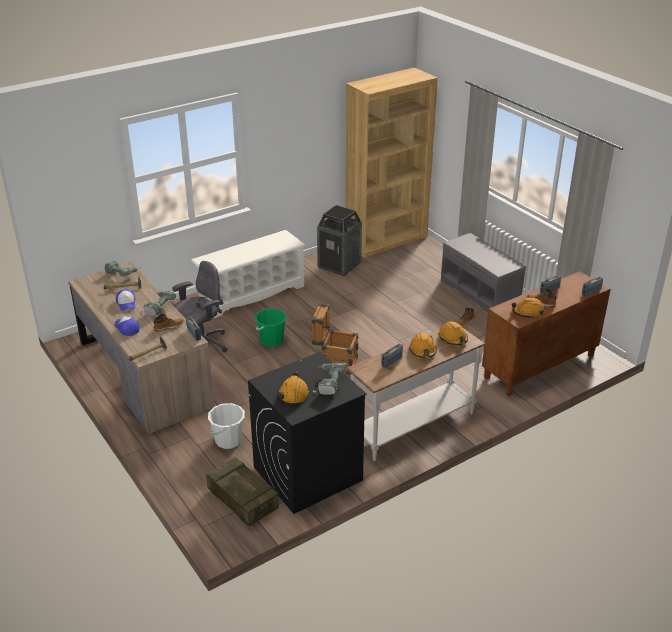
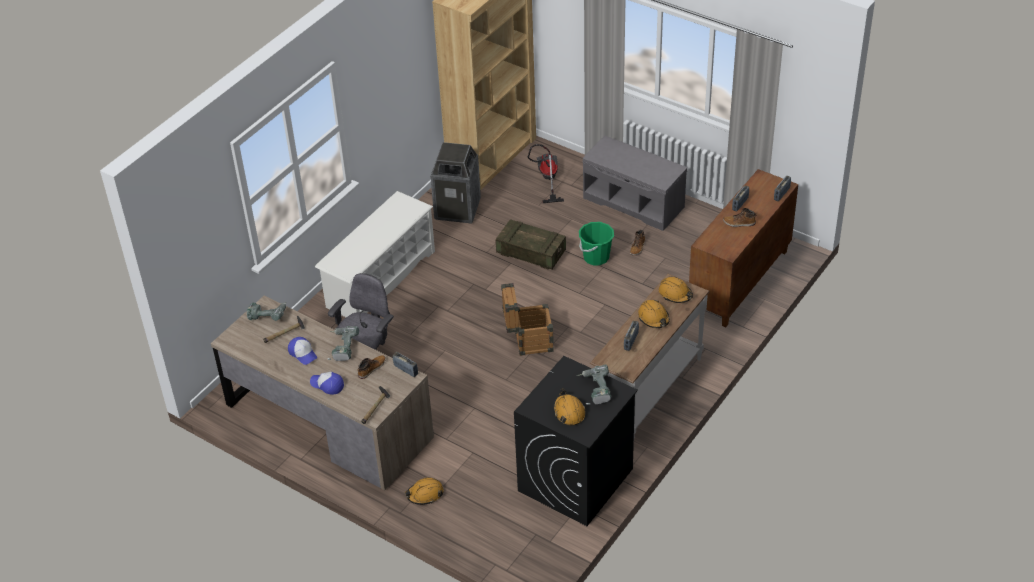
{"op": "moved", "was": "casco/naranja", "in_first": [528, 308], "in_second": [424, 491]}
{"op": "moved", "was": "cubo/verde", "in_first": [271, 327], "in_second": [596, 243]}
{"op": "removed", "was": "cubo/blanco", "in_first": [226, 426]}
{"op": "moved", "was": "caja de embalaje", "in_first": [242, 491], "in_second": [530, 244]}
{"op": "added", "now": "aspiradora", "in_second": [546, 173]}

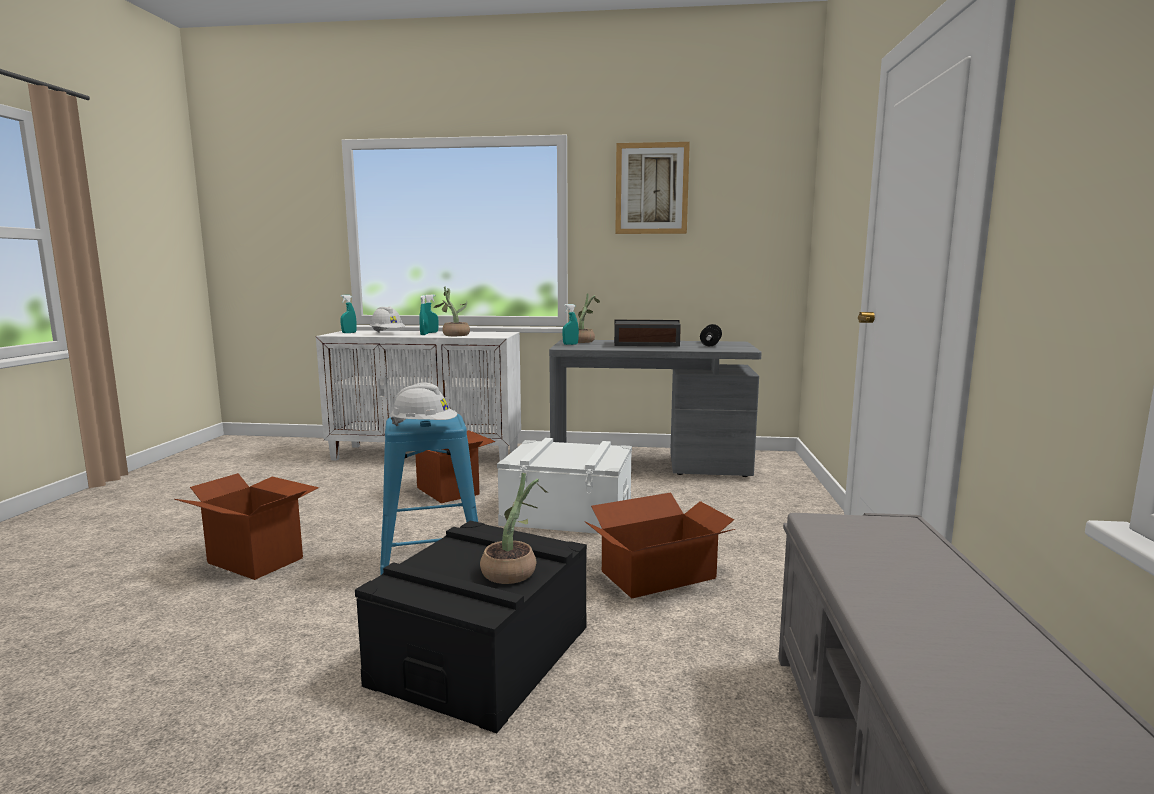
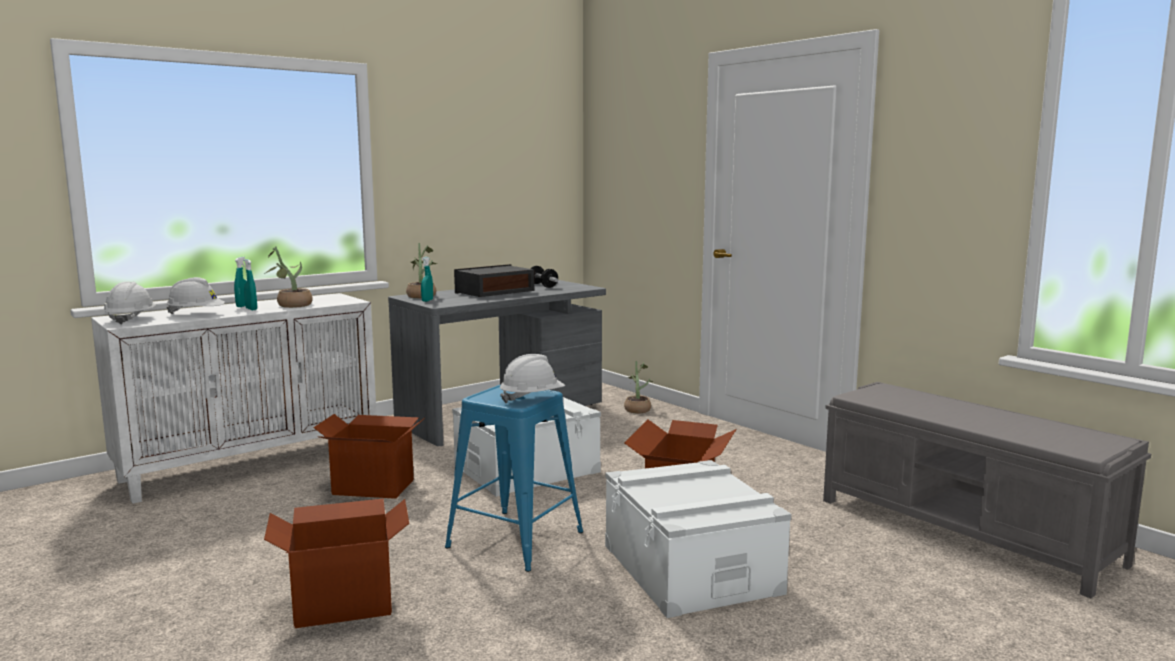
{"op": "removed", "was": "cuadro", "in_first": [652, 188]}
{"op": "replaced", "was": "pulverizador/turquesa", "now": "casco/blanco", "in_first": [348, 314], "in_second": [129, 303]}
{"op": "moved", "was": "planta en maceta", "in_first": [514, 528], "in_second": [639, 387]}
{"op": "recoloured", "was": "caja de almacenaje/negro", "now": "caja de almacenaje/blanco", "in_first": [471, 627], "in_second": [698, 539]}

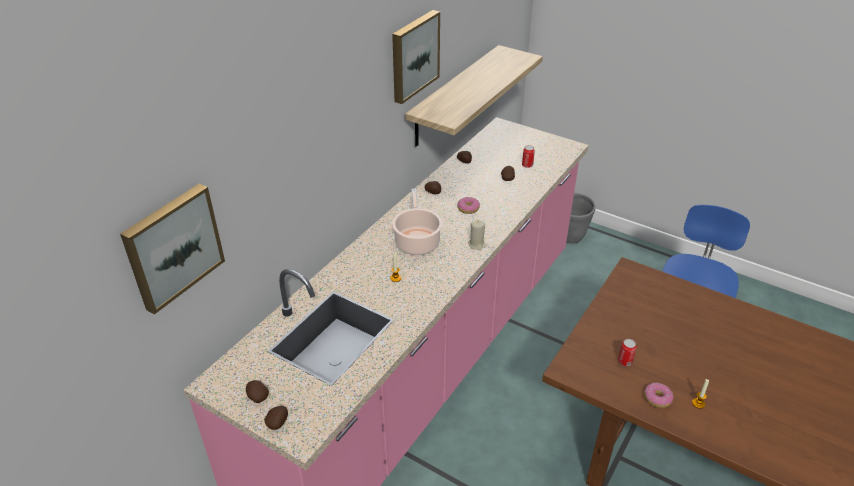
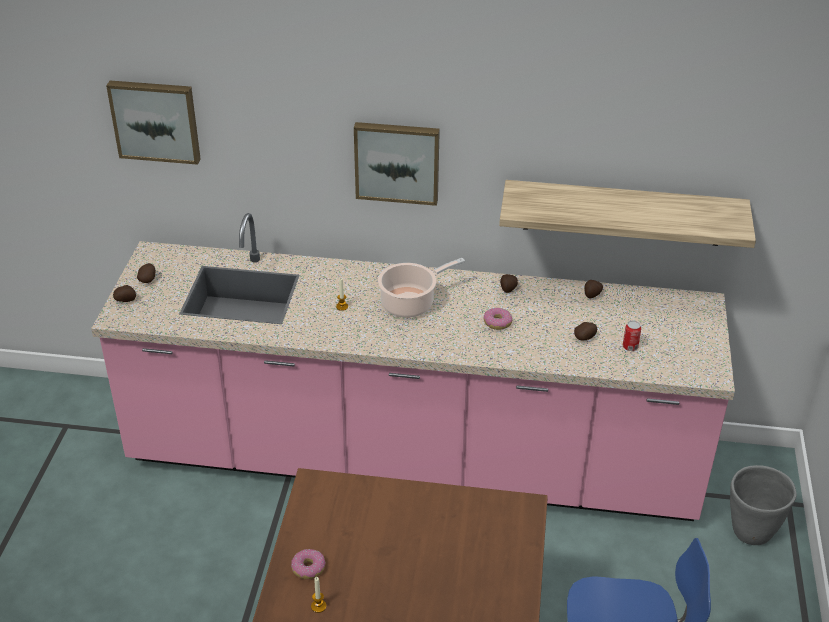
{"op": "moved", "was": "cuadro", "in_first": [416, 57], "in_second": [397, 164]}
{"op": "removed", "was": "vela/beis", "in_first": [477, 235]}
{"op": "removed", "was": "lata", "in_first": [627, 352]}

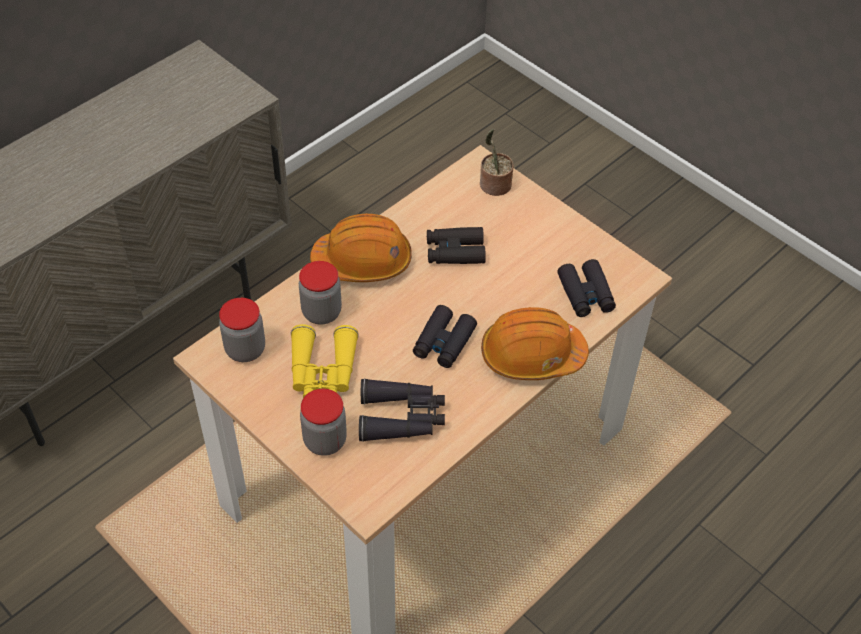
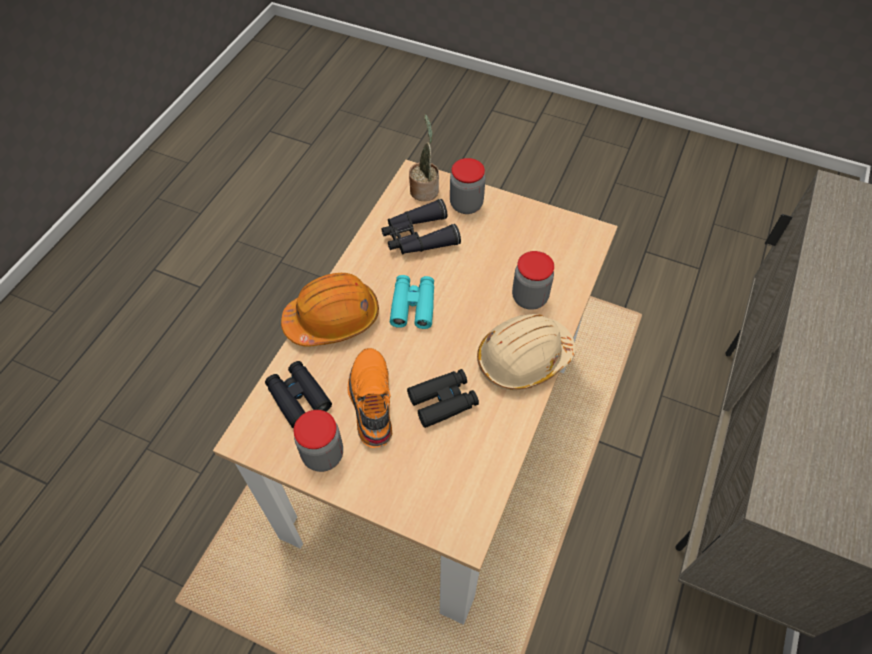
{"op": "moved", "was": "planta en maceta", "in_first": [497, 162], "in_second": [424, 157]}
{"op": "recoloured", "was": "casco/naranja", "now": "casco/beis", "in_first": [361, 248], "in_second": [526, 352]}
{"op": "moved", "was": "tarro", "in_first": [242, 330], "in_second": [318, 441]}
{"op": "recoloured", "was": "prismáticos/negro", "now": "prismáticos/turquesa", "in_first": [445, 336], "in_second": [412, 302]}
{"op": "removed", "was": "prismáticos/amarillo", "in_first": [325, 361]}
{"op": "added", "now": "zapato/naranja", "in_second": [370, 398]}

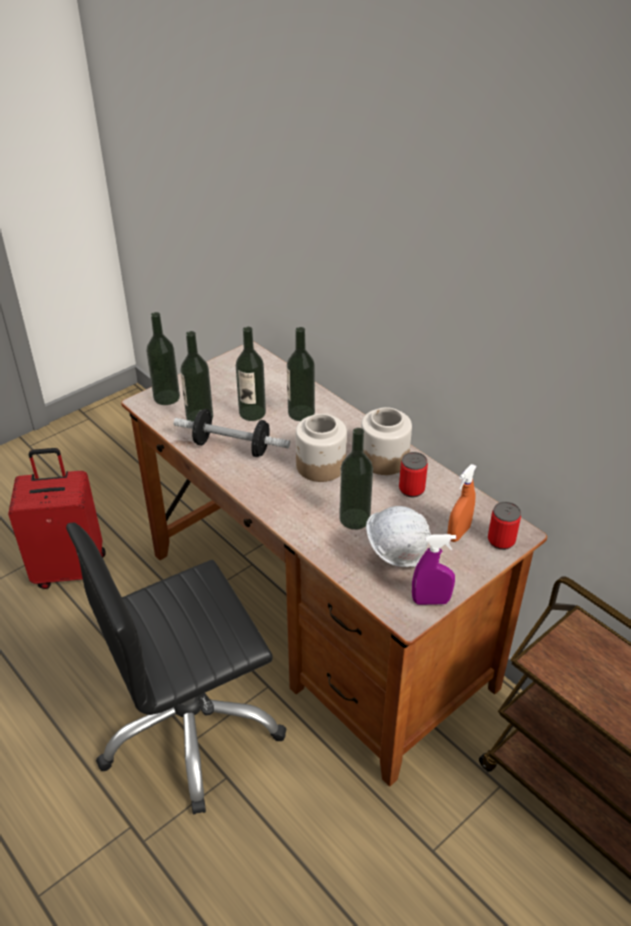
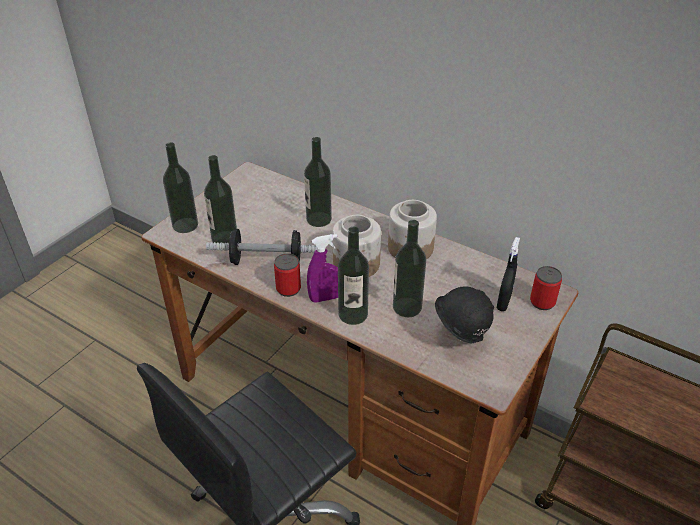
{"op": "moved", "was": "botella", "in_first": [251, 374], "in_second": [353, 276]}
{"op": "removed", "was": "maleta/rojo", "in_first": [57, 518]}
{"op": "moved", "was": "lata", "in_first": [413, 474], "in_second": [287, 275]}
{"op": "recoloured", "was": "pulverizador/naranja", "now": "pulverizador/negro", "in_first": [461, 503], "in_second": [508, 274]}
{"op": "recoloured", "was": "casco/blanco", "now": "casco/negro", "in_first": [398, 536], "in_second": [465, 315]}
{"op": "moved", "was": "pulverizador/morado", "in_first": [434, 569], "in_second": [322, 268]}

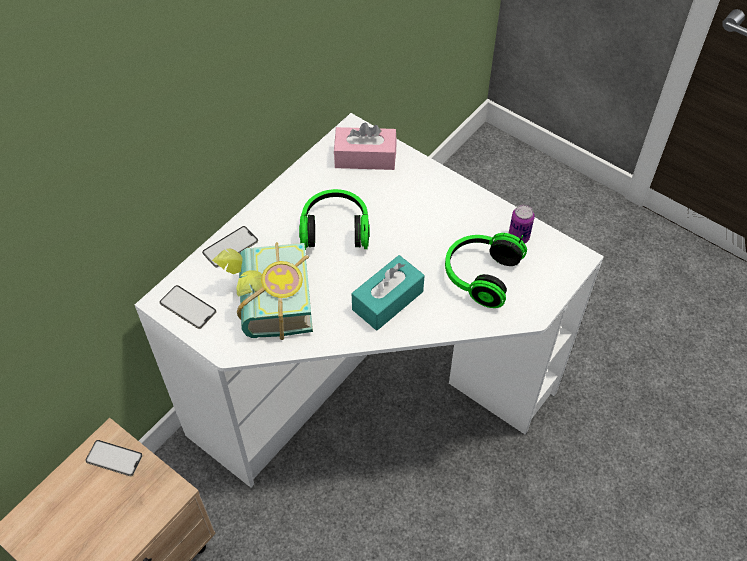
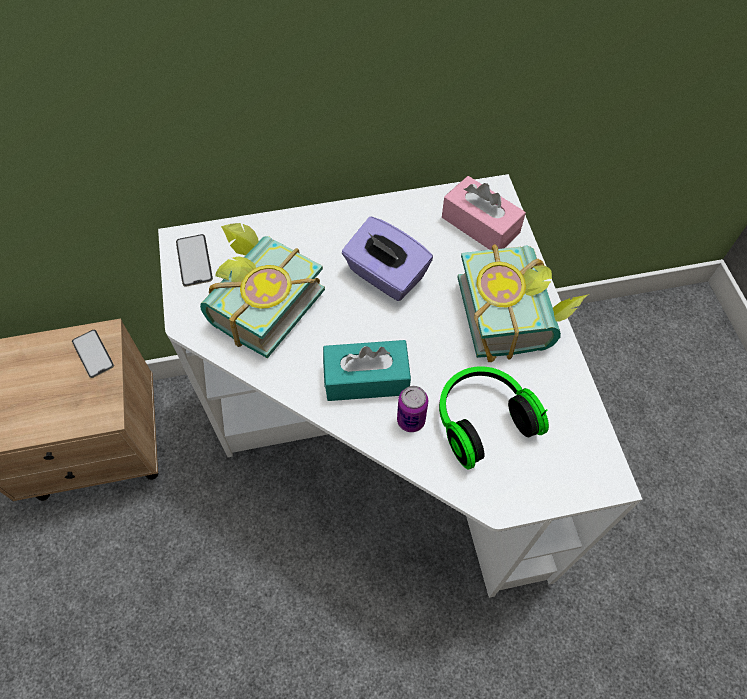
{"op": "replaced", "was": "auriculares", "now": "caja de pañuelos/morado", "in_first": [334, 219], "in_second": [387, 259]}
{"op": "moved", "was": "lata", "in_first": [522, 224], "in_second": [412, 409]}
{"op": "removed", "was": "móvil", "in_first": [230, 246]}
{"op": "added", "now": "libro", "in_second": [523, 303]}

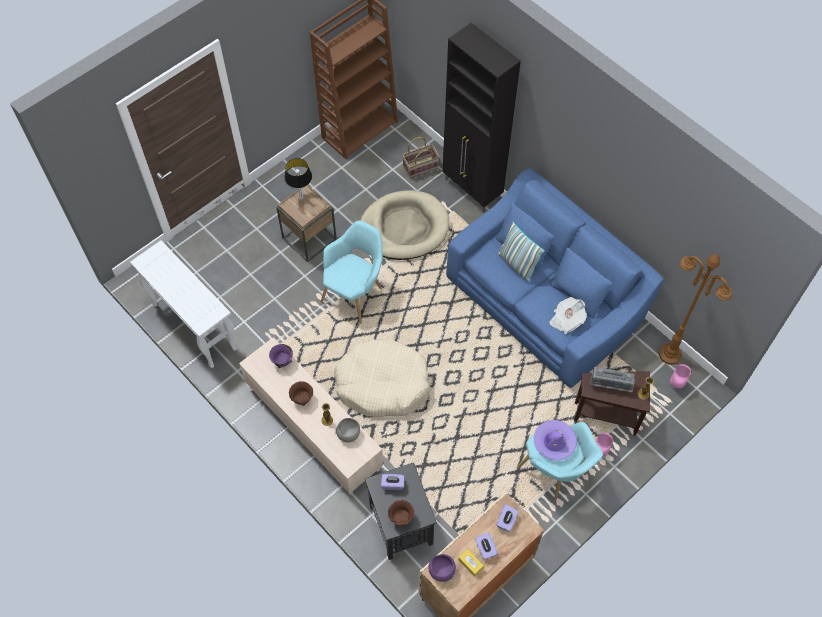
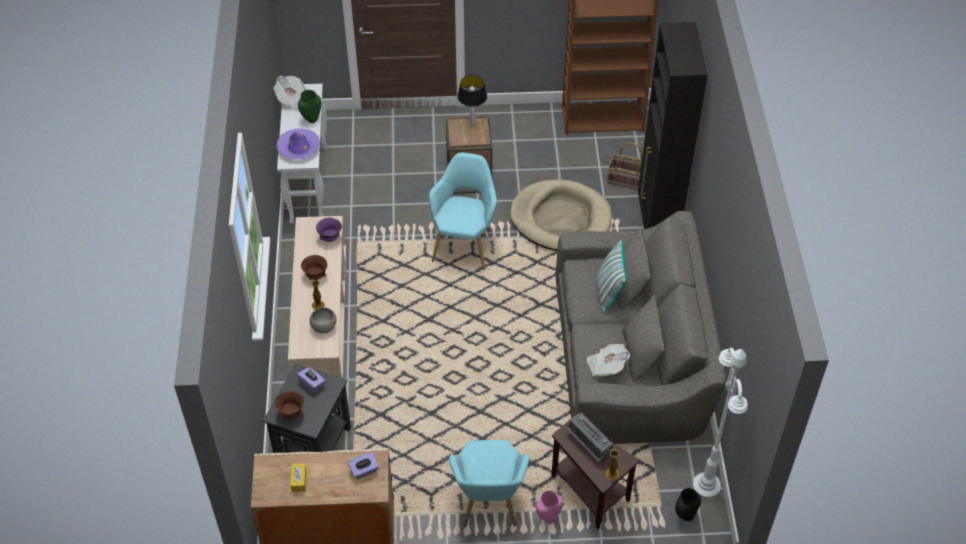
{"op": "recoloured", "was": "sofá/azul", "now": "sofá/gris", "in_first": [555, 278], "in_second": [641, 327]}
{"op": "turned", "was": "sillón/turquesa", "in_first": [352, 272], "in_second": [463, 211], "clockwise": -60}
{"op": "recoloured", "was": "lámpara de pie/marrón", "now": "lámpara de pie/blanco", "in_first": [695, 309], "in_second": [720, 423]}
{"op": "removed", "was": "cama para perro/beis", "in_first": [382, 378]}
{"op": "recoloured", "was": "florero/rosa", "now": "florero/negro", "in_first": [680, 376], "in_second": [688, 504]}
{"op": "moved", "was": "sombrero/morado", "in_first": [555, 440], "in_second": [298, 143]}
{"op": "removed", "was": "caja de pañuelos/morado", "in_first": [486, 546]}
{"op": "removed", "was": "cuenco/morado", "in_first": [442, 568]}
{"op": "added", "now": "periódico", "in_second": [290, 93]}
{"op": "added", "now": "florero/verde", "in_second": [309, 106]}

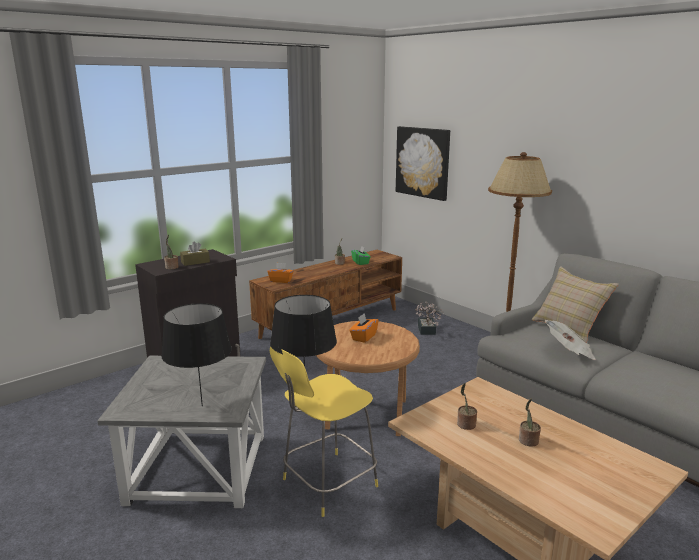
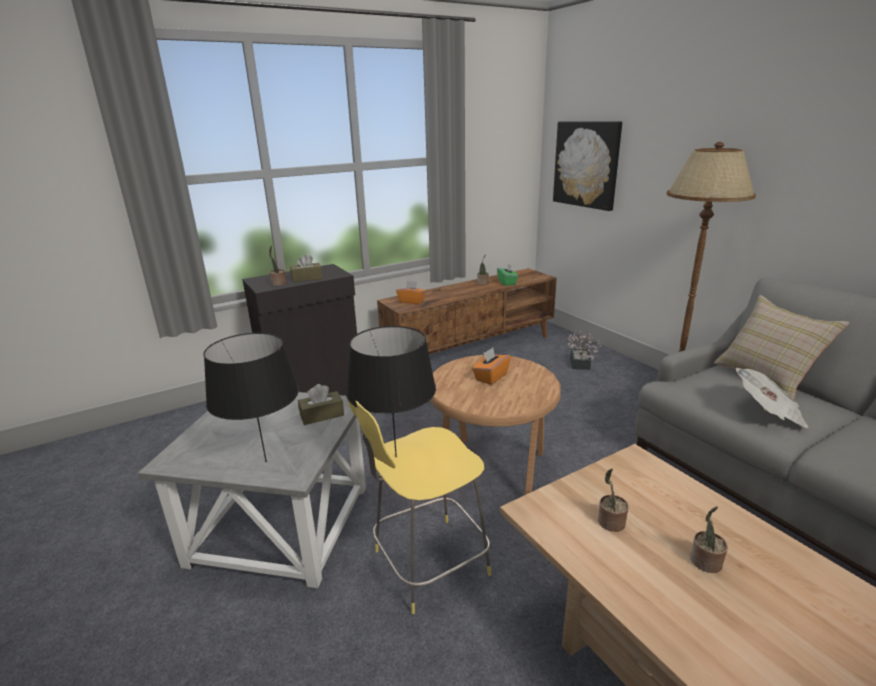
{"op": "added", "now": "caja de pañuelos/marrón", "in_second": [321, 404]}

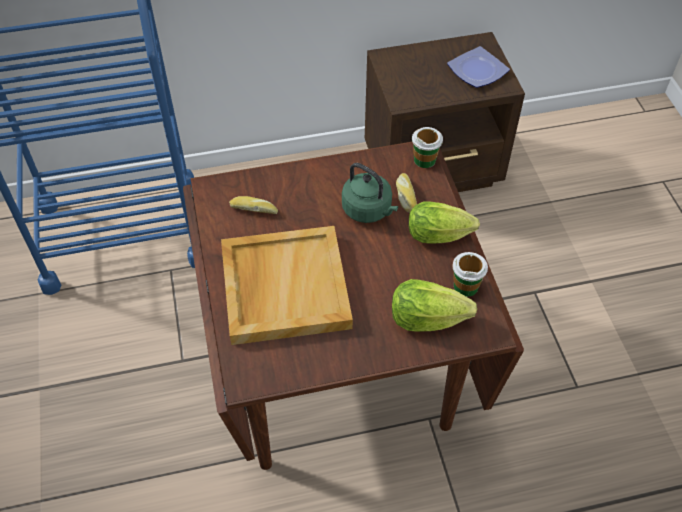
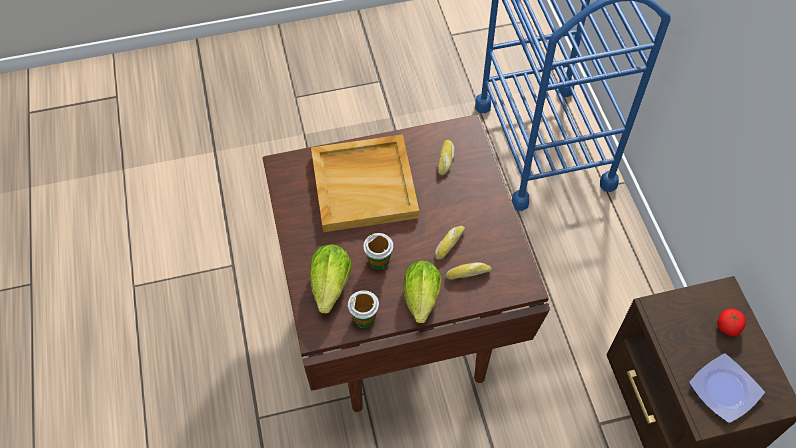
{"op": "moved", "was": "taza", "in_first": [427, 147], "in_second": [378, 251]}
{"op": "replaced", "was": "hervidor/verde", "now": "pan", "in_first": [370, 193], "in_second": [450, 243]}
{"op": "added", "now": "tomate", "in_second": [731, 322]}

